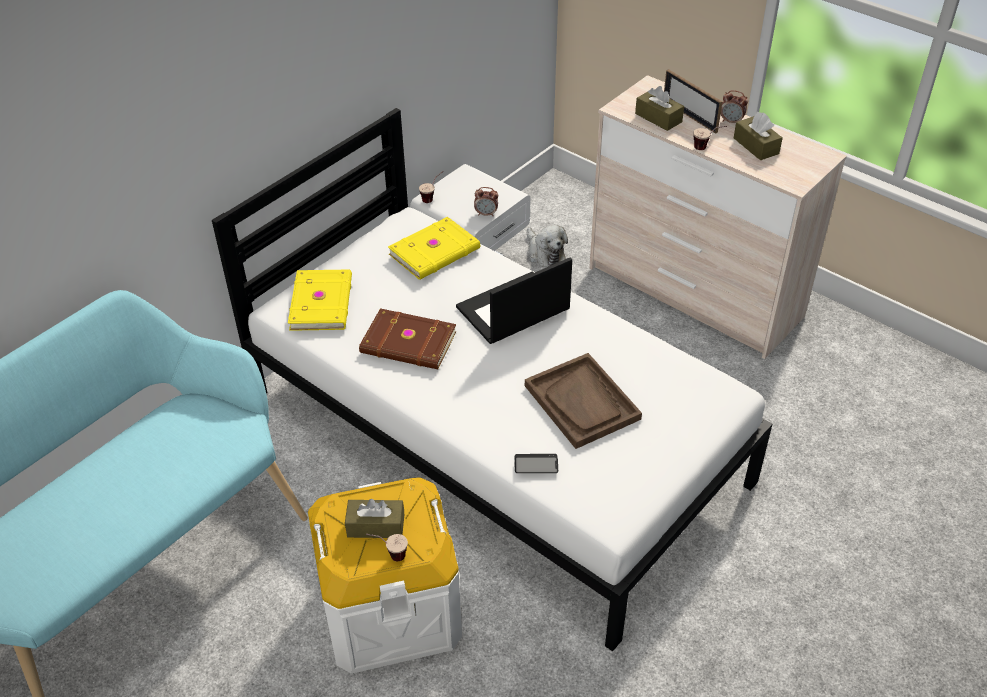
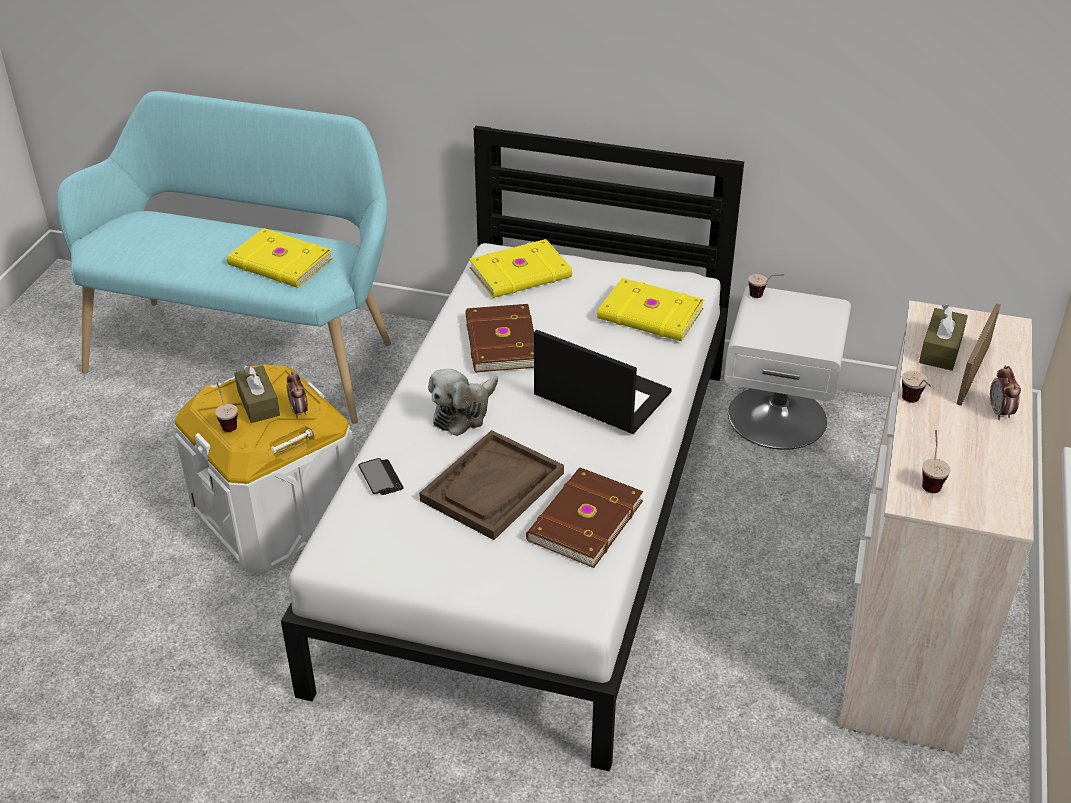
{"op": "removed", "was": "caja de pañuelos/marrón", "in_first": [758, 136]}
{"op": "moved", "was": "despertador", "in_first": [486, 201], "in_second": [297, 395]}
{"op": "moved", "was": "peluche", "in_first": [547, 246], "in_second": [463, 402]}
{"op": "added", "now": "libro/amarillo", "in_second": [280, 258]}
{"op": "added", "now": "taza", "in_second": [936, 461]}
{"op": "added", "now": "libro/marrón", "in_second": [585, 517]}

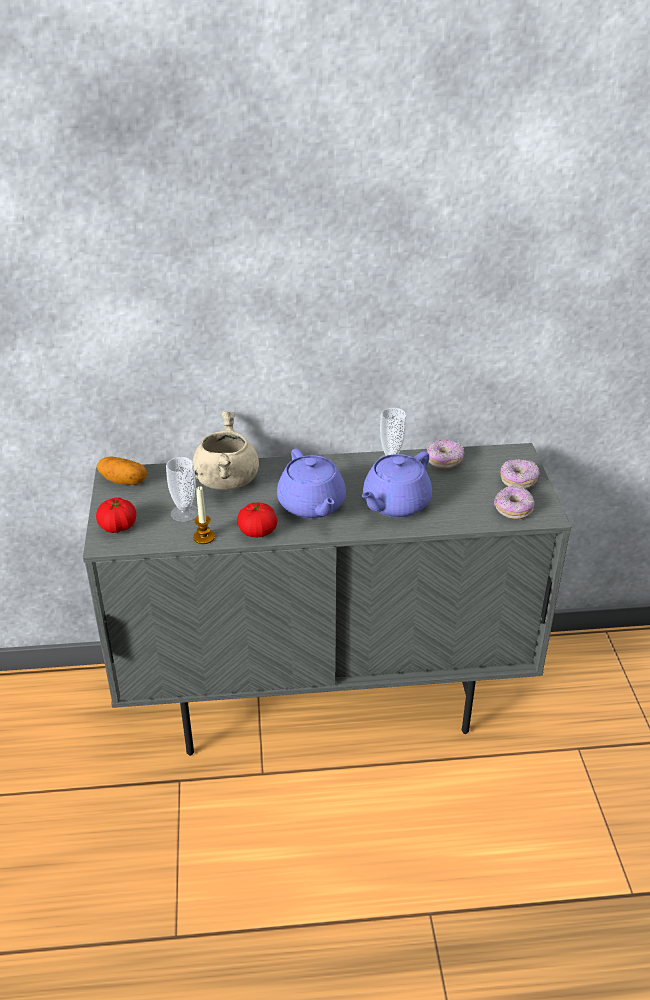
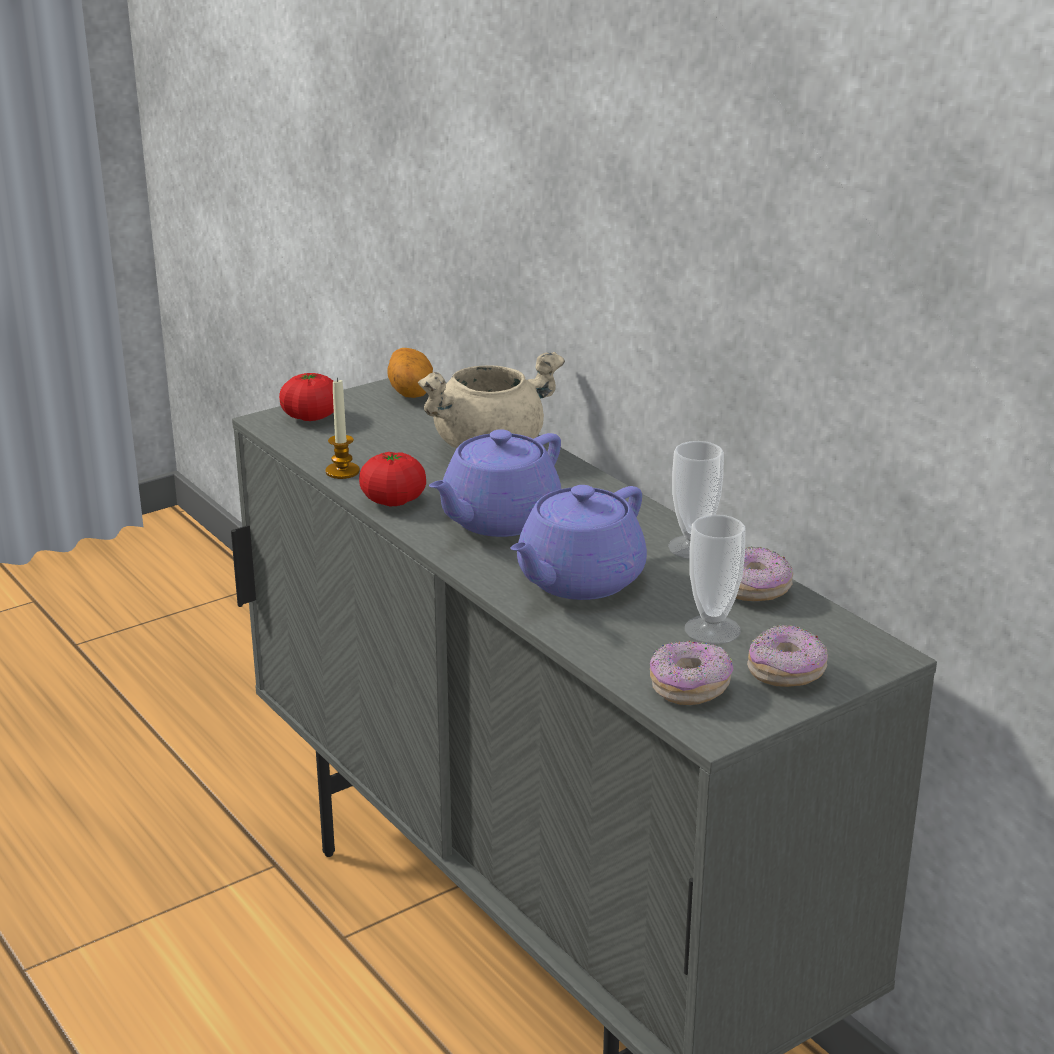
{"op": "turned", "was": "tetera/morado", "in_first": [397, 484], "in_second": [579, 542], "clockwise": -60}
{"op": "moved", "was": "taza", "in_first": [182, 489], "in_second": [715, 579]}

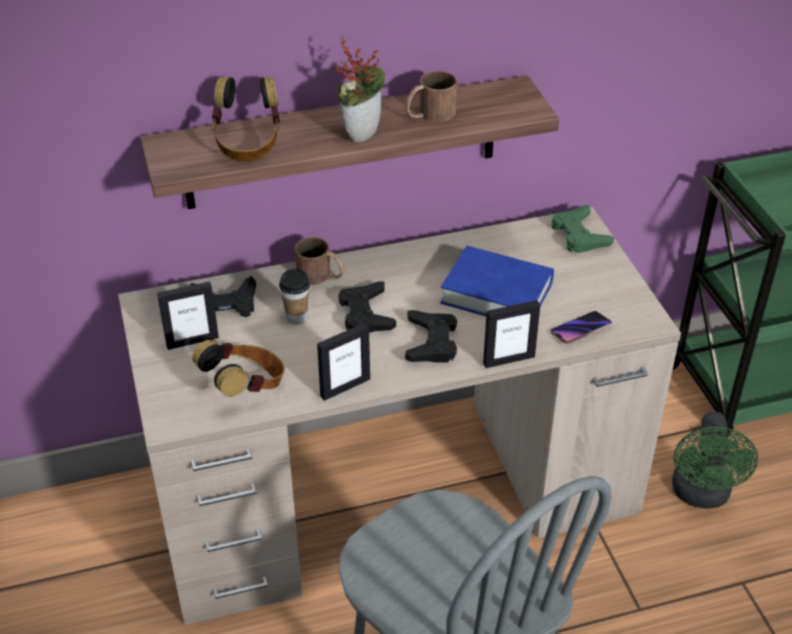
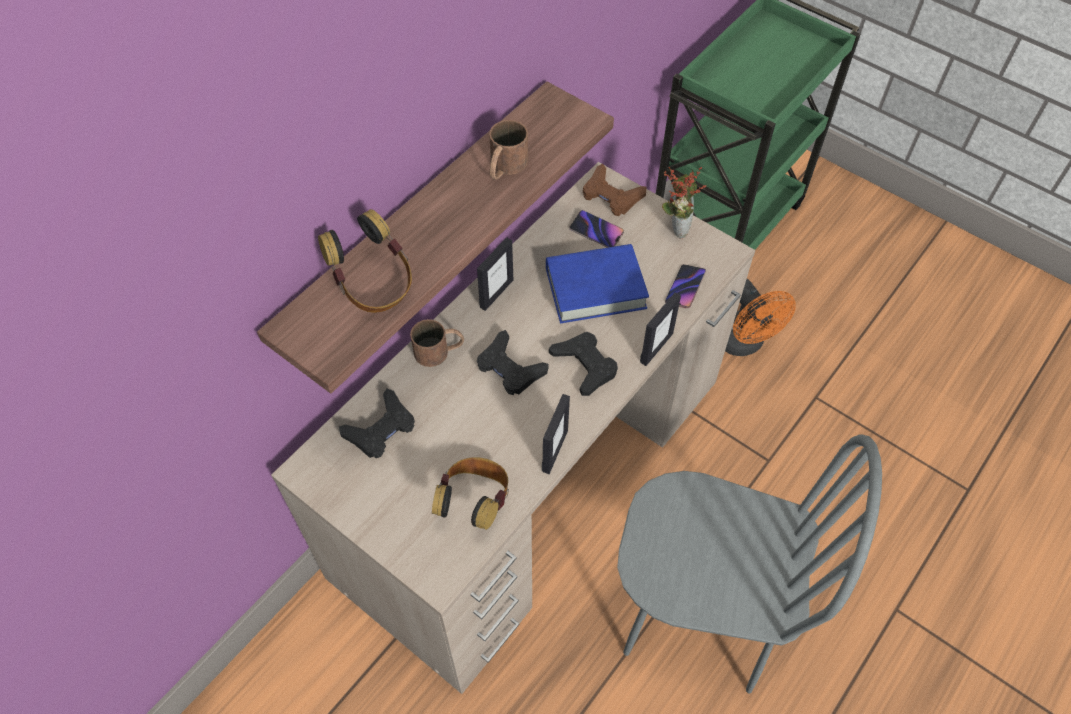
{"op": "moved", "was": "planta en maceta", "in_first": [361, 89], "in_second": [684, 203]}
{"op": "recoloured", "was": "mando de consola/verde", "now": "mando de consola/marrón", "in_first": [583, 229], "in_second": [614, 190]}
{"op": "removed", "was": "taza", "in_first": [294, 296]}
{"op": "moved", "was": "portarretratos", "in_first": [188, 315], "in_second": [495, 274]}
{"op": "recoloured", "was": "ventilador/verde", "now": "ventilador/naranja", "in_first": [715, 460], "in_second": [760, 317]}
{"op": "added", "now": "móvil", "in_second": [597, 229]}

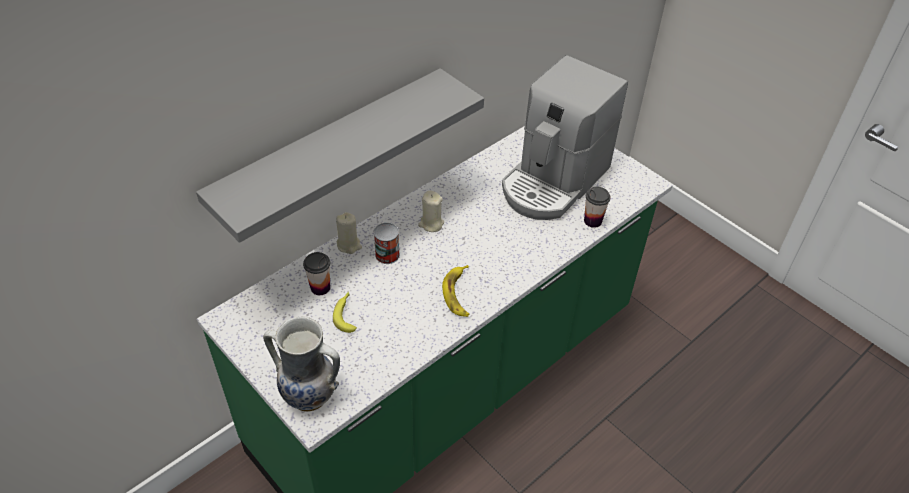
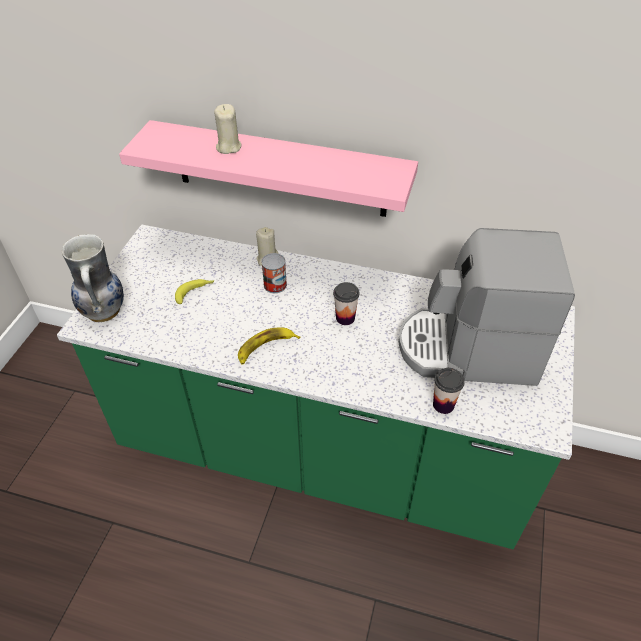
{"op": "recoloured", "was": "estante/gris", "now": "estante/rosa", "in_first": [340, 155], "in_second": [268, 168]}
{"op": "moved", "was": "vela/beis", "in_first": [431, 211], "in_second": [227, 129]}
{"op": "moved", "was": "taza", "in_first": [316, 273], "in_second": [346, 303]}

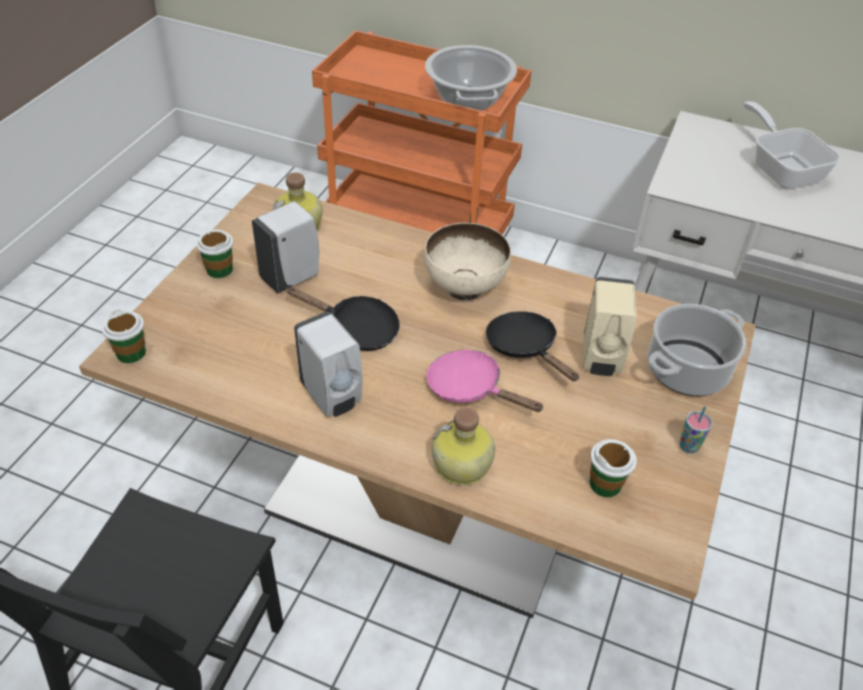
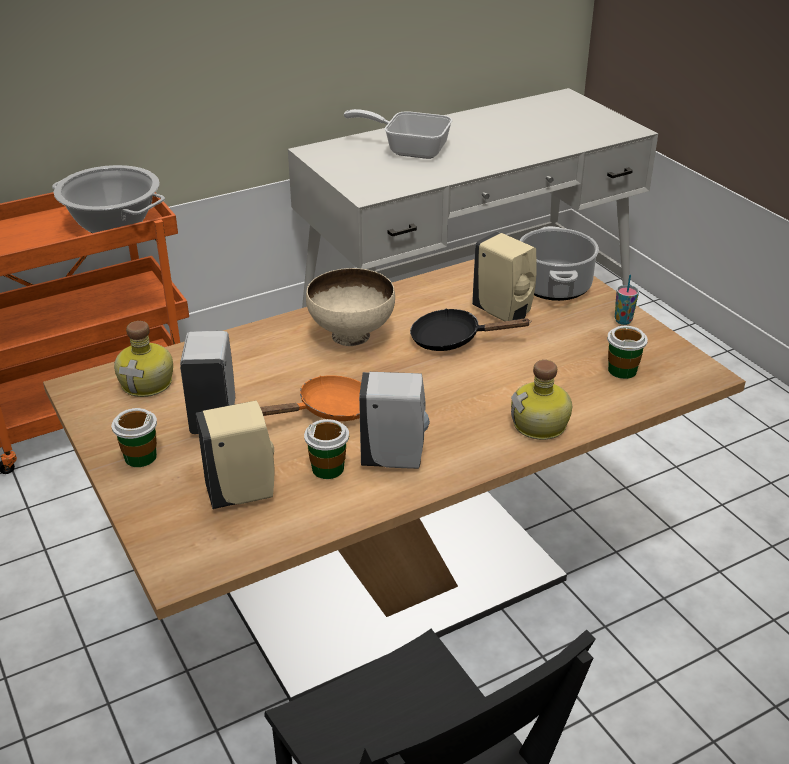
{"op": "recoloured", "was": "sartén/negro", "now": "sartén/naranja", "in_first": [343, 319], "in_second": [310, 398]}
{"op": "moved", "was": "taza", "in_first": [123, 336], "in_second": [326, 449]}
{"op": "removed", "was": "sartén/rosa", "in_first": [485, 381]}
{"op": "added", "now": "dispensador de jabón/beis", "in_second": [235, 454]}

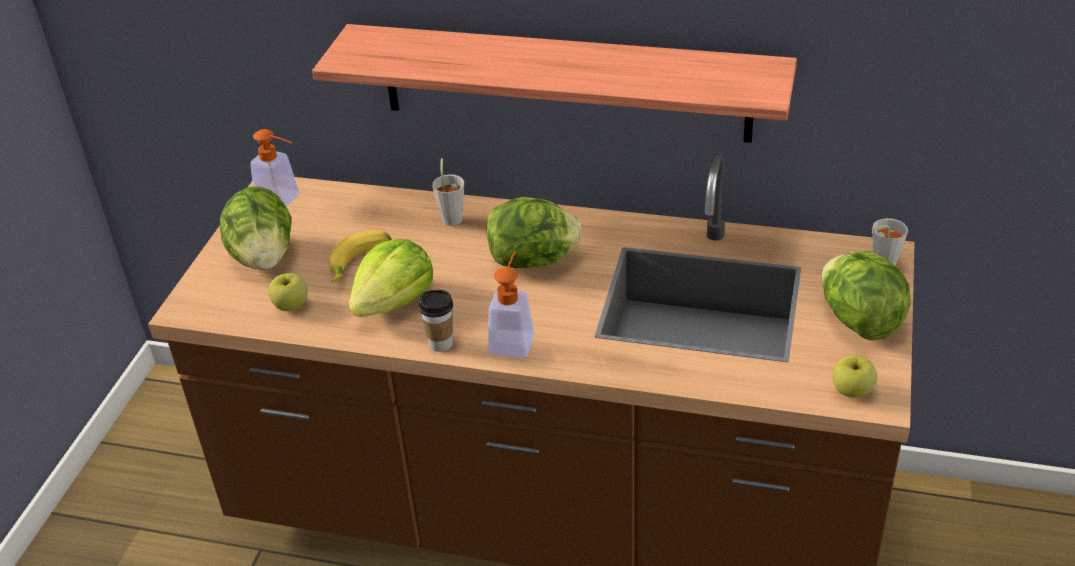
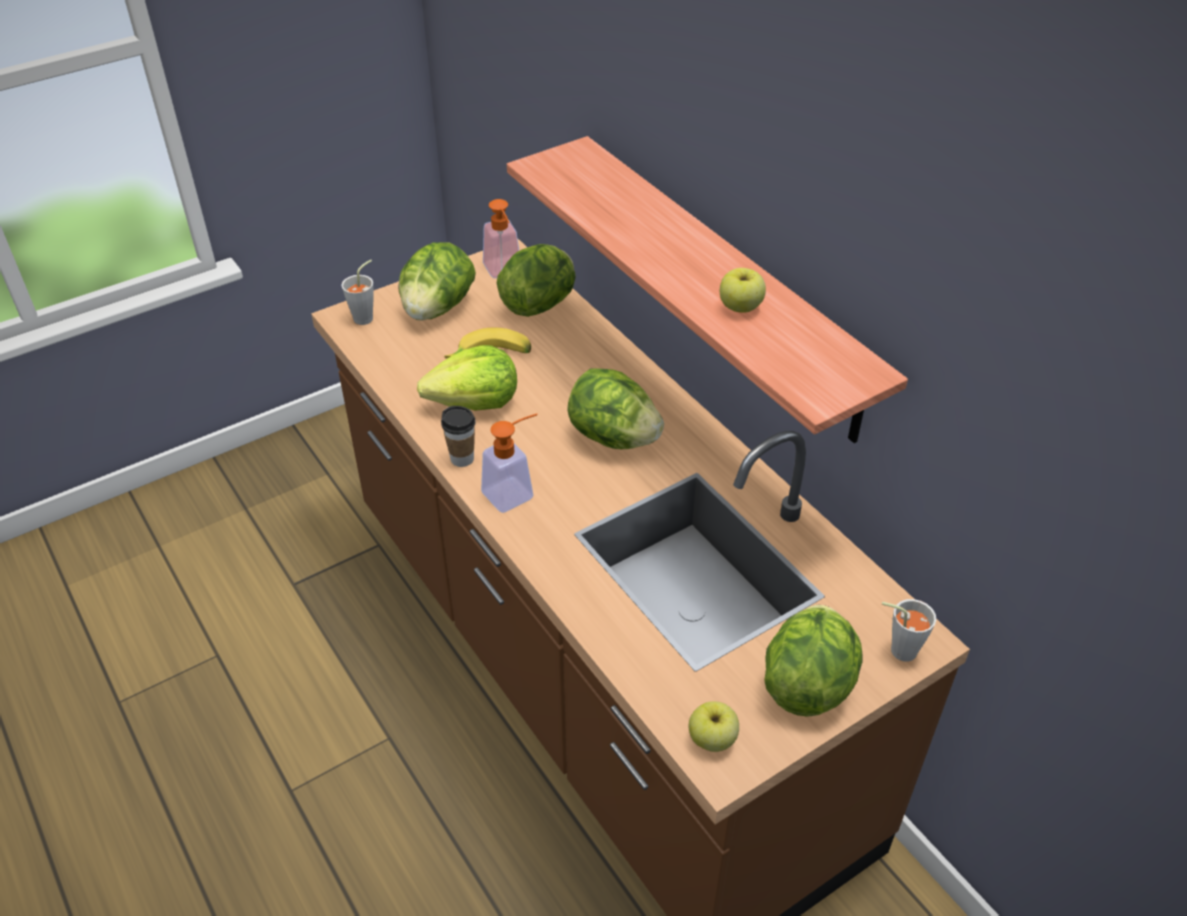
{"op": "moved", "was": "taza/gris", "in_first": [448, 192], "in_second": [357, 292]}
{"op": "moved", "was": "manzana", "in_first": [288, 292], "in_second": [743, 290]}
{"op": "added", "now": "lechuga", "in_second": [536, 280]}

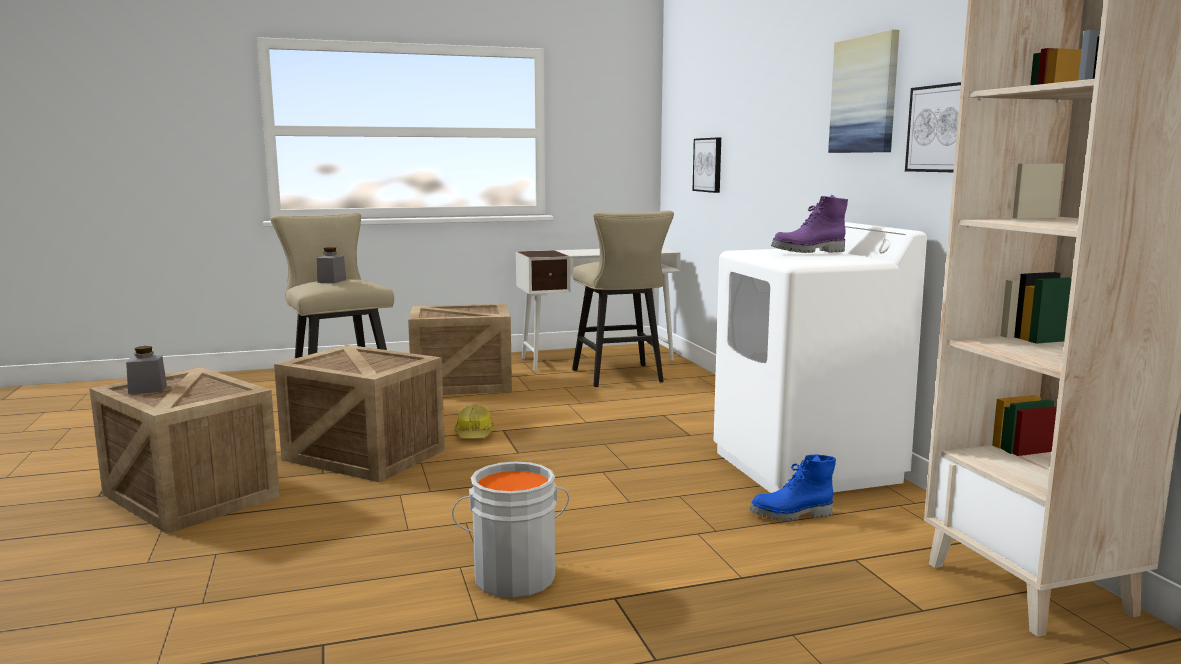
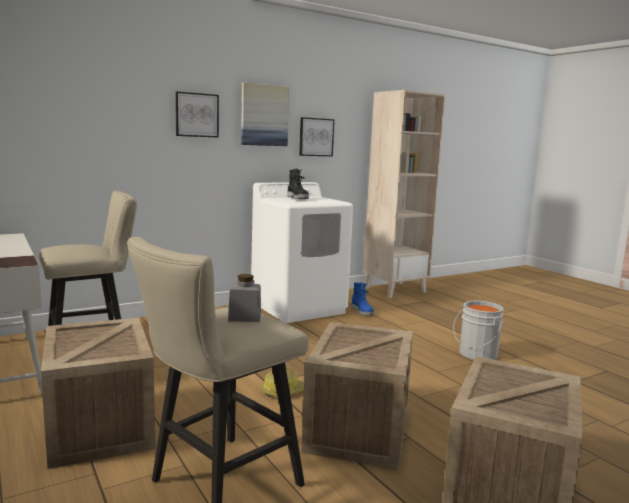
{"op": "moved", "was": "cuadro", "in_first": [707, 165], "in_second": [197, 114]}
{"op": "recoloured", "was": "bota/morado", "now": "bota/negro", "in_first": [809, 224], "in_second": [298, 184]}
{"op": "removed", "was": "tarro/gris", "in_first": [146, 370]}

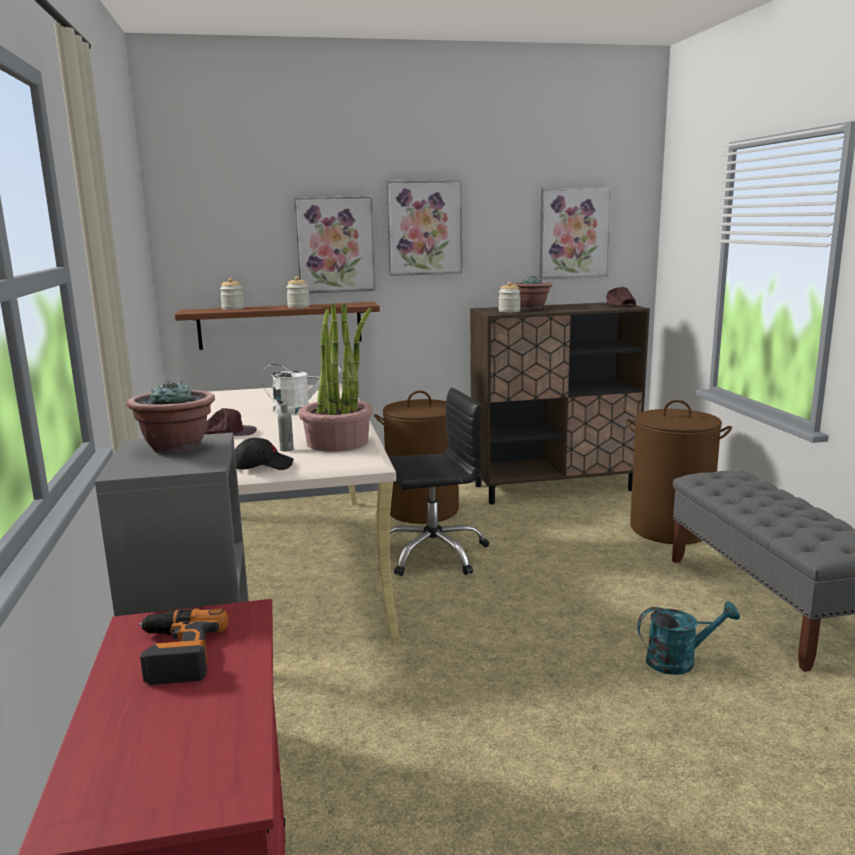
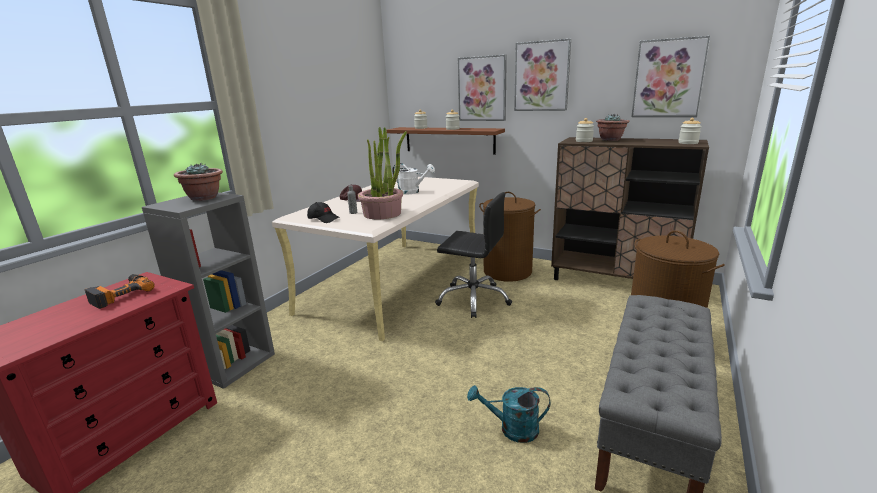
{"op": "replaced", "was": "gorra/marrón", "now": "tarro", "in_first": [619, 297], "in_second": [690, 131]}
{"op": "turned", "was": "regadera/turquesa", "in_first": [688, 638], "in_second": [508, 414], "clockwise": 150}

